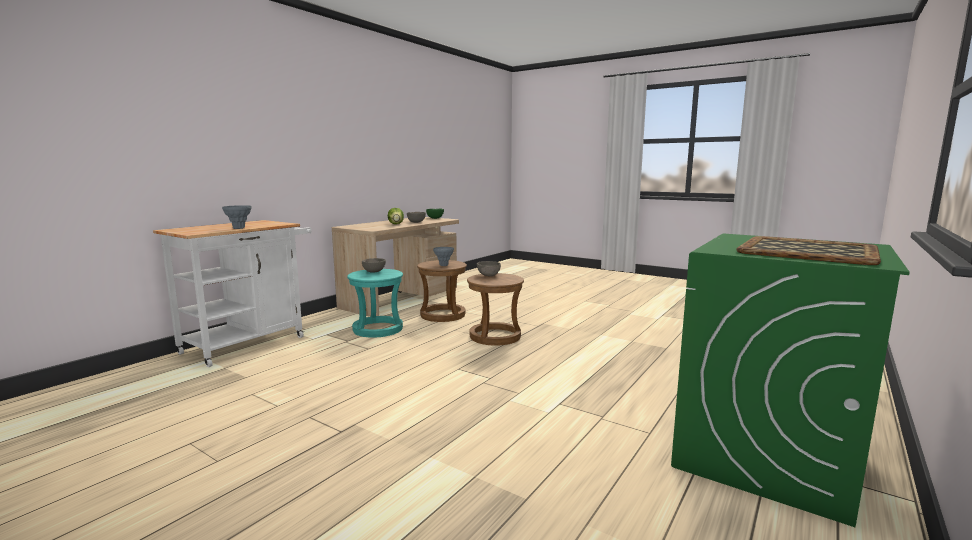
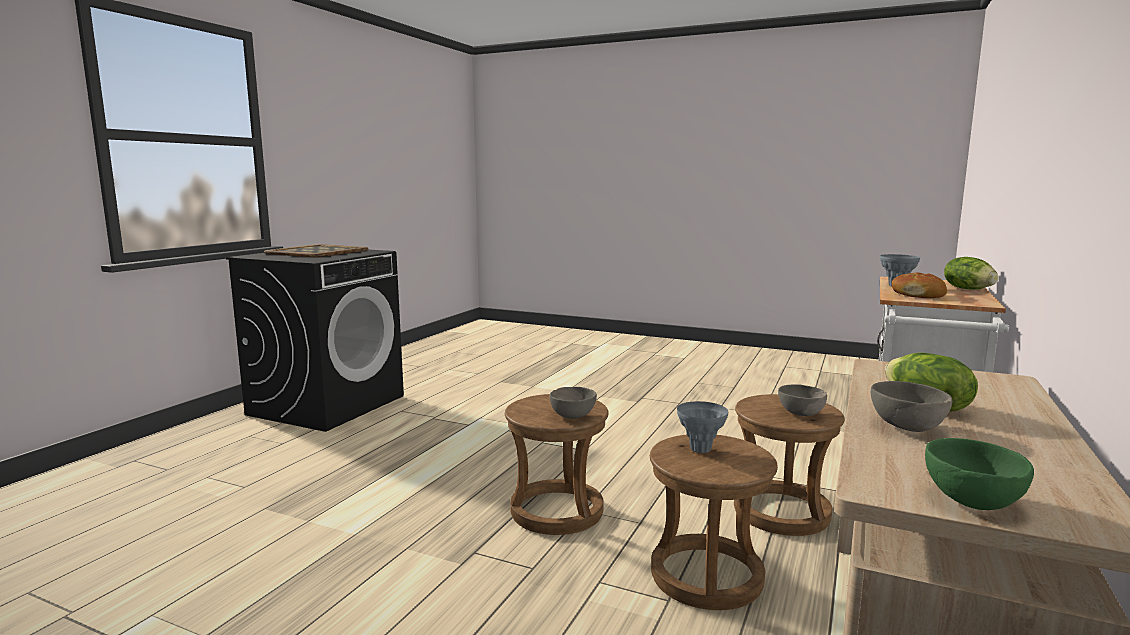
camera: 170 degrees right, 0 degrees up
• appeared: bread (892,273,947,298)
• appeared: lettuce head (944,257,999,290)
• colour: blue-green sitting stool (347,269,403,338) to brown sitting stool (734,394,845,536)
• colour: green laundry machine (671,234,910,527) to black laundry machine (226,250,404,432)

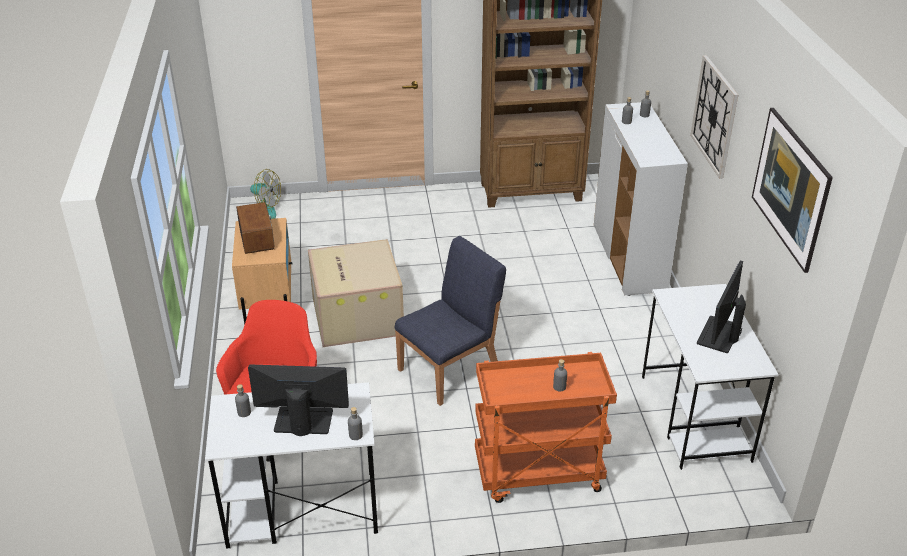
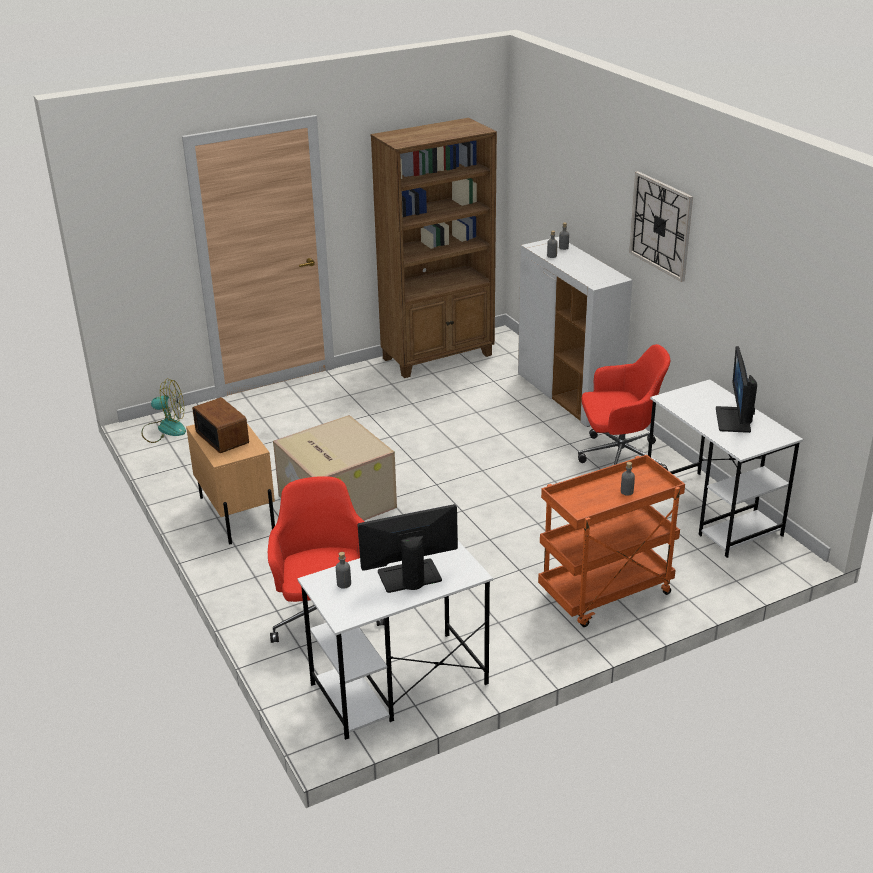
camera: 20 degrees left, 5 degrees down
• missing: grey bottle (348,407,363,440)
• missing: blue-coloured upright chair (395,236,506,406)
• missing: picture (752,108,833,273)
• appeared: red computer chair (578,344,670,470)

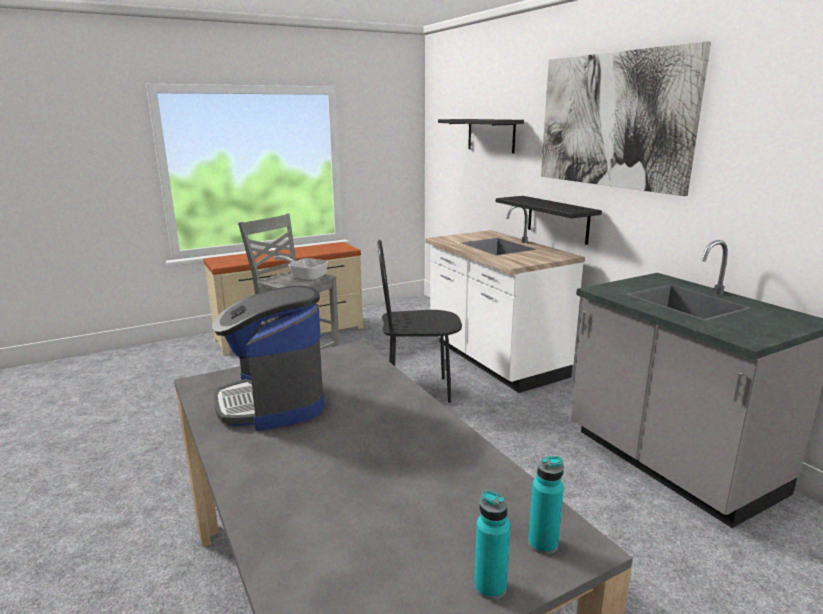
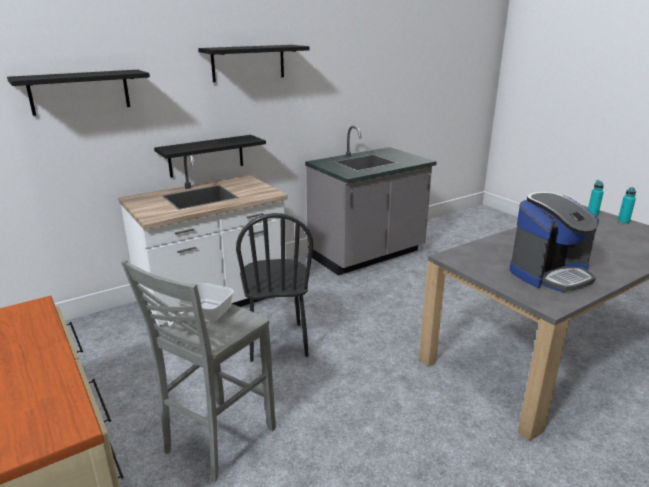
camera: 95 degrees left, 5 degrees up
• exchanged: picture (541,41,711,196) to black bracket shelf (198,45,310,82)

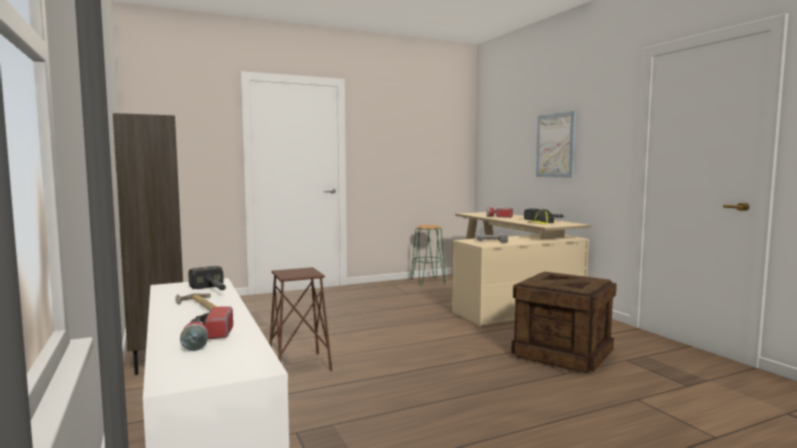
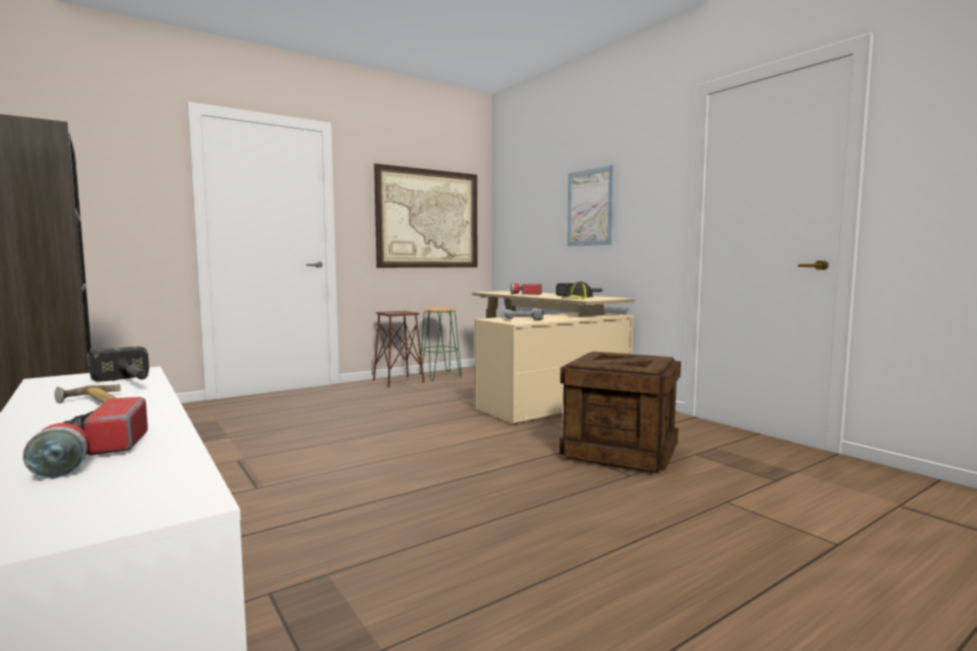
camera: 10 degrees left, 0 degrees up
• appeared: picture (374,164,477,268)
• relocated: brown sitting stool (270,267,332,371) to (373,311,425,388)

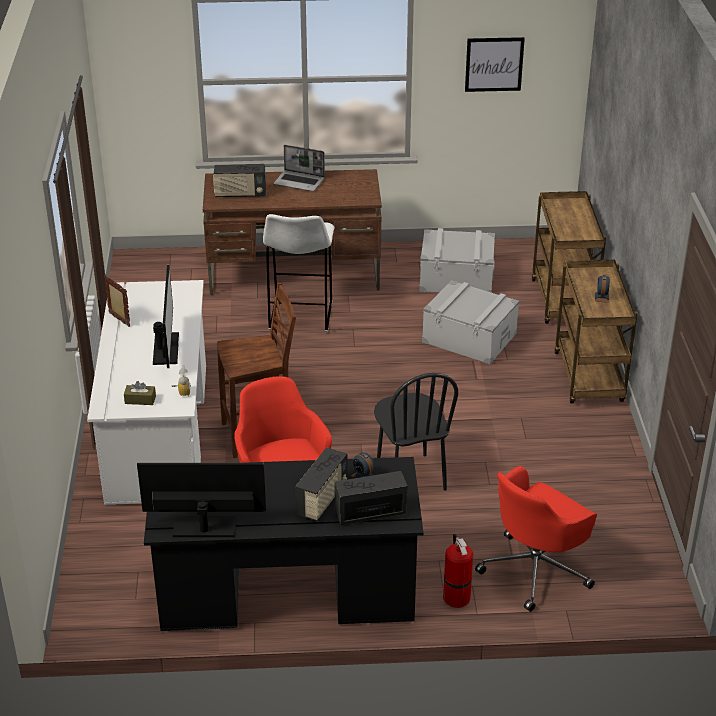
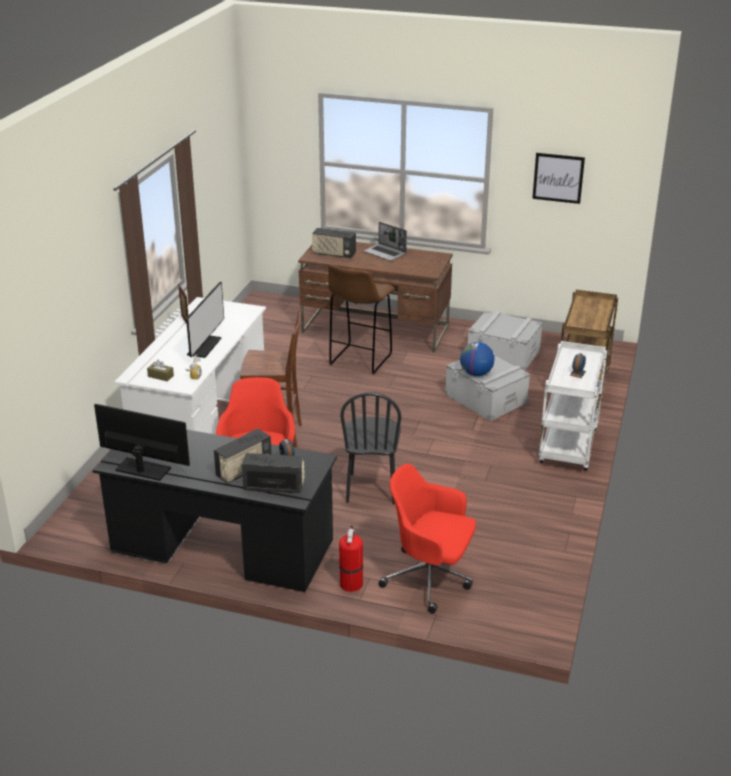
camera: 20 degrees right, 5 degrees down
• appeared: globe (460,342,494,376)
• colour: whitish sitting stool (263,214,335,333) to brown sitting stool (328,264,395,375)
• colour: brown trolley (554,260,638,403) to whitish trolley (539,341,607,470)
• spun: red computer chair (475,466,597,612) = (378,464,476,614) 45 degrees clockwise

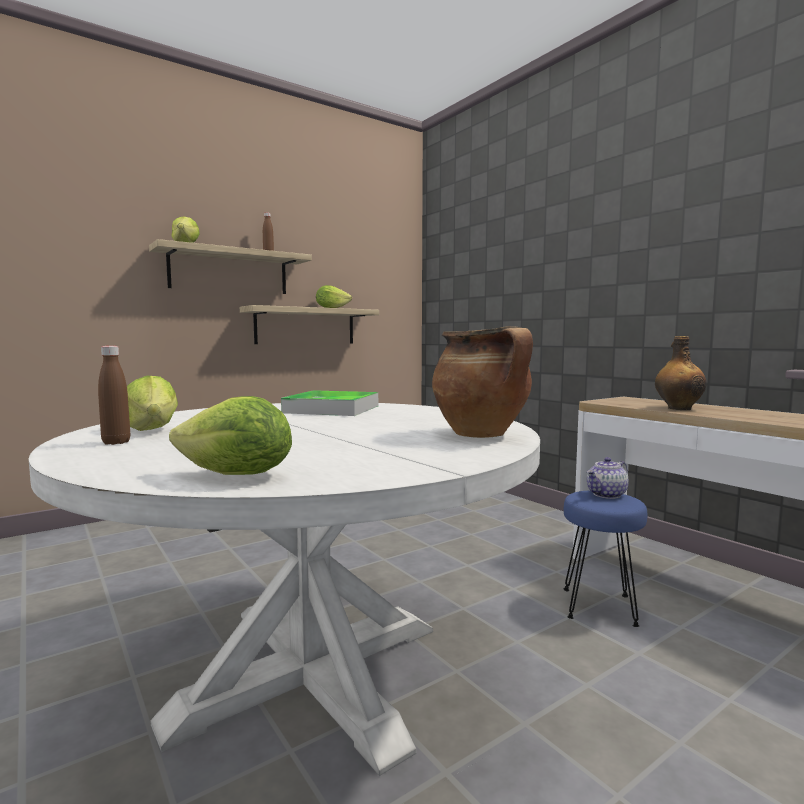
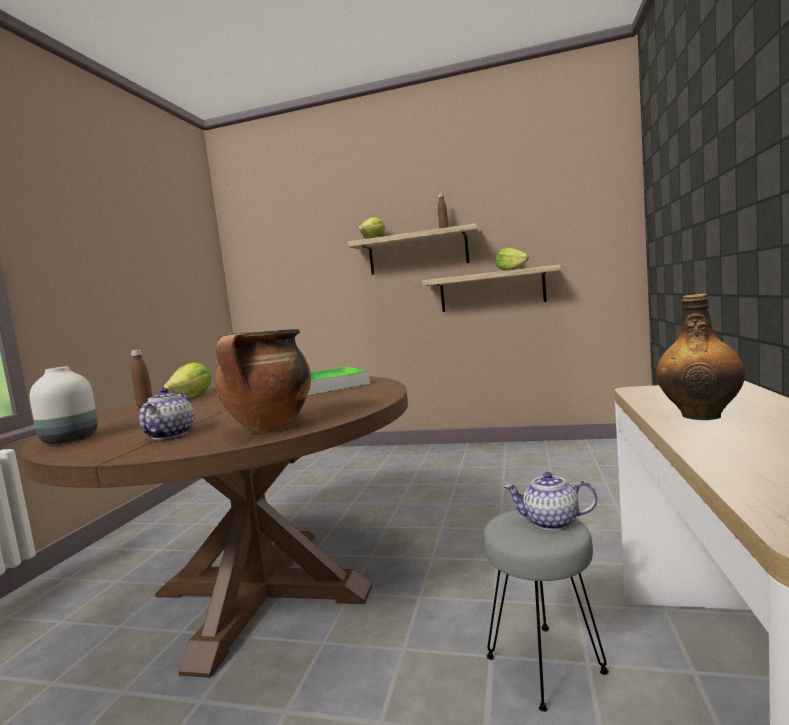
camera: 50 degrees right, 0 degrees up
• appeared: pot for tea (139,388,194,440)
• exchanged: lettuce head (169,396,292,475) to whitish vase (30,366,98,444)
• colour: whitish dinner table (29,403,540,776) to brown dinner table (19,376,408,678)
• colour: blue-coloured sitting stool (564,490,647,627) to grey sitting stool (484,510,609,712)

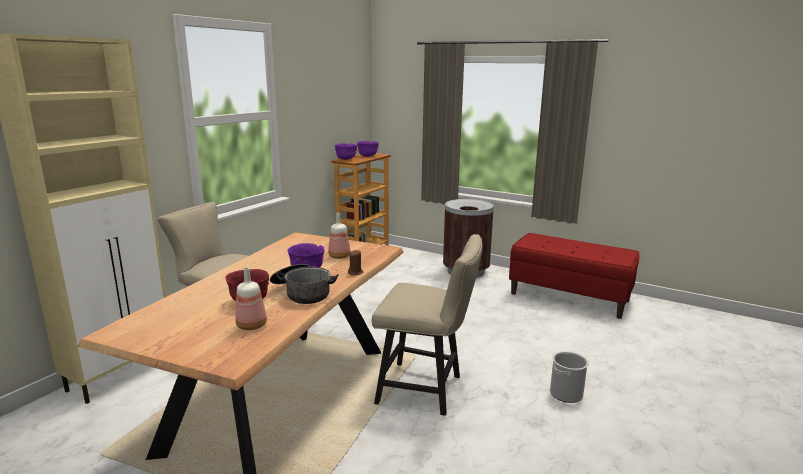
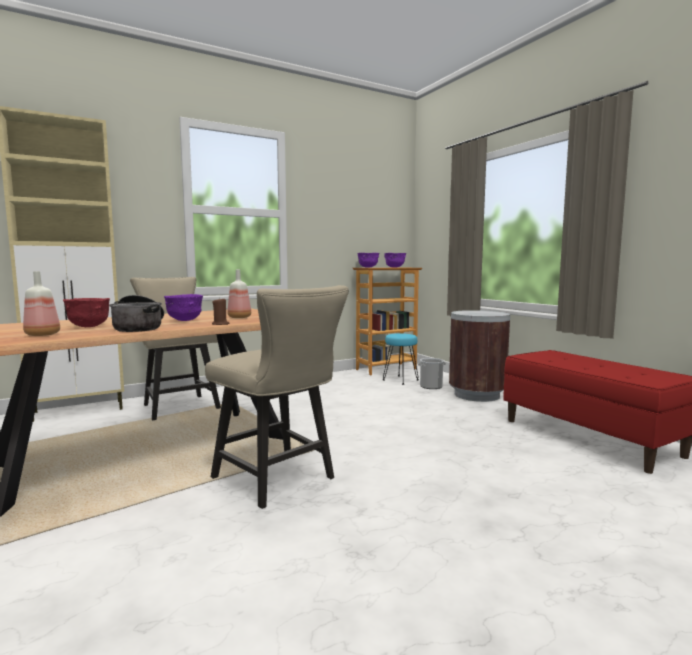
camera: 30 degrees right, 10 degrees down
• appeared: blue-green sitting stool (383,333,418,385)
• relocated: pail (550,351,589,403) to (418,358,446,389)

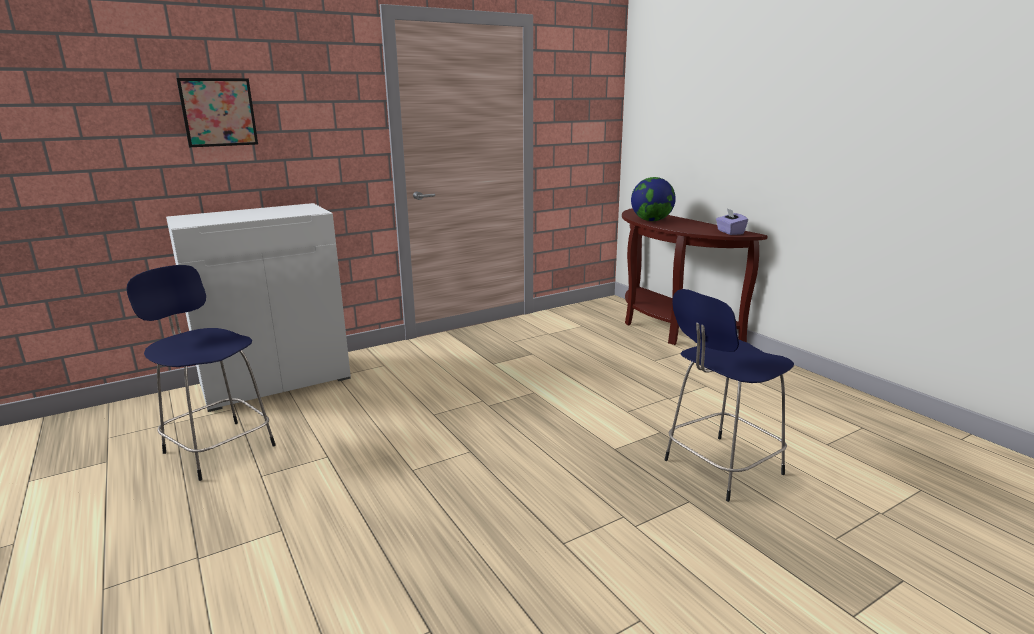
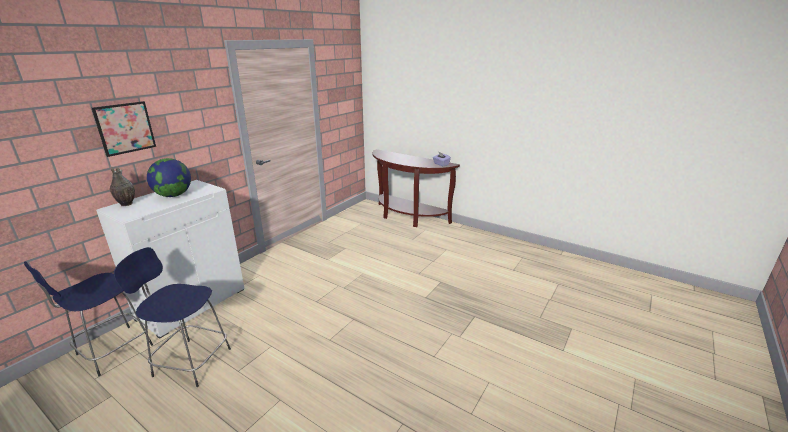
camera: 25 degrees left, 5 degrees up
• appeared: vase (110,166,135,206)
• relocated: globe (631,177,676,221) to (147,158,191,197)
• relocated: blue-coloured sitting stool (665,289,794,502) to (24,261,153,376)

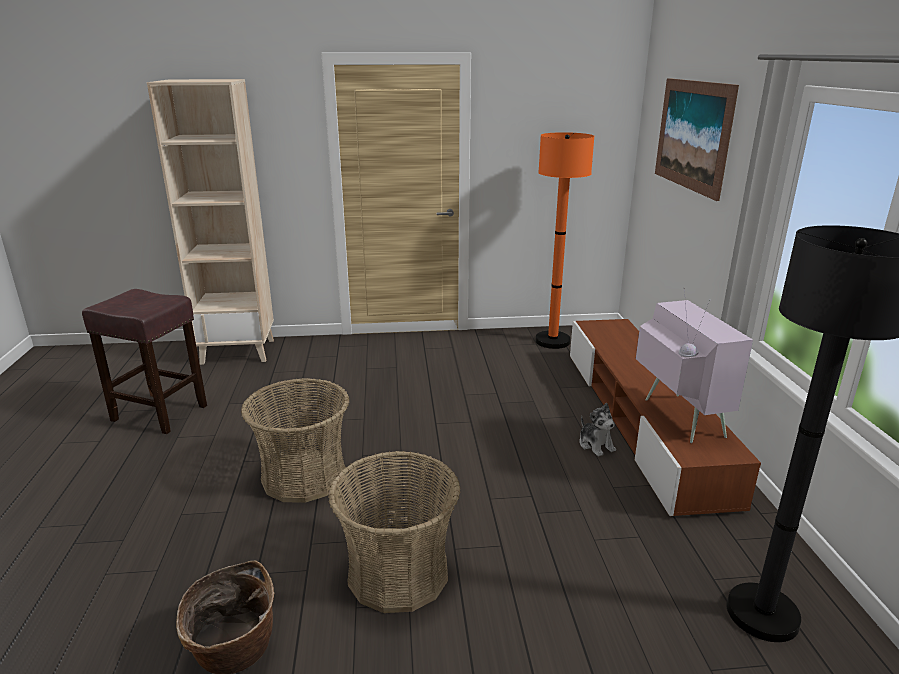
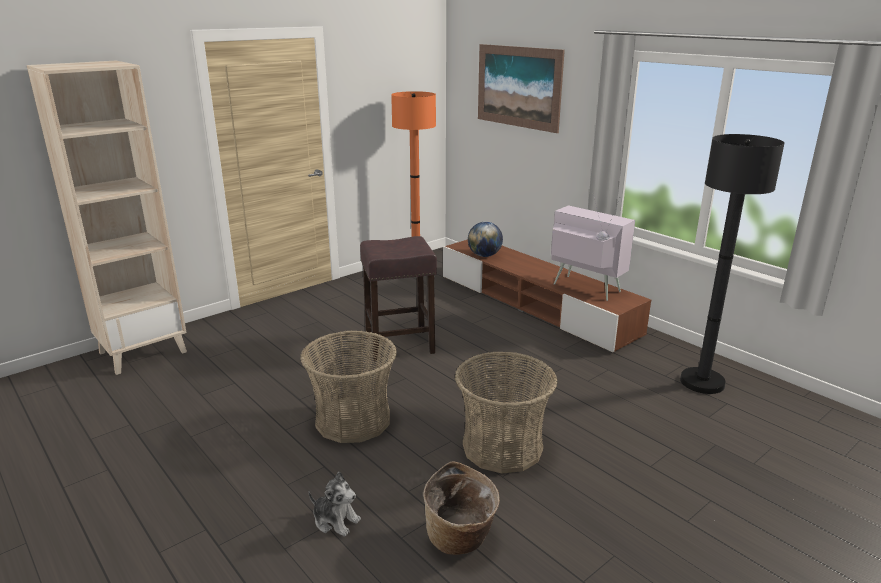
camera: 35 degrees left, 0 degrees up
• appeared: globe (468,222,503,257)
• relocated: brown sitting stool (82,289,207,434) to (360,236,437,361)
• relocated: plush toy (579,403,616,456) to (308,471,361,537)

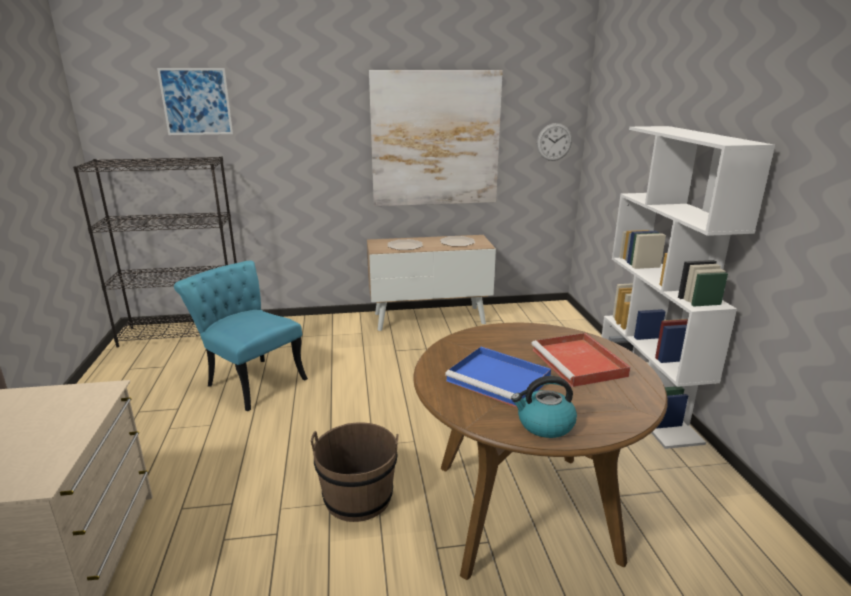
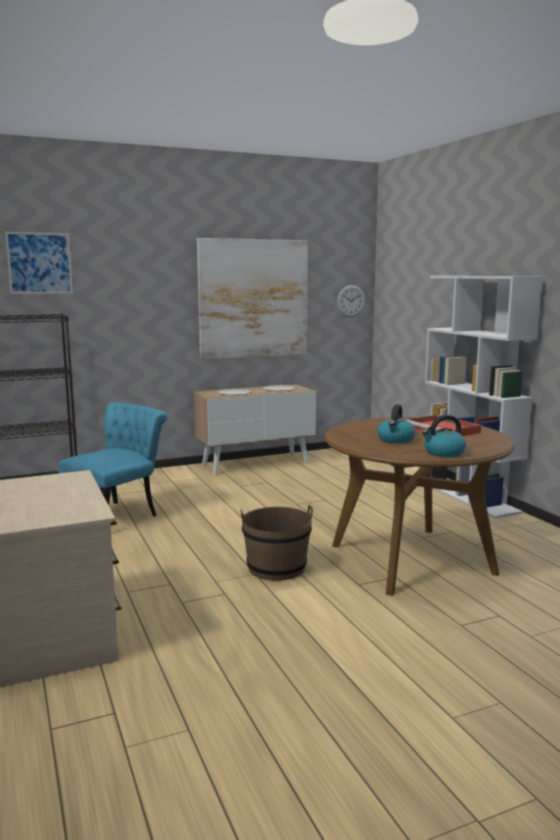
camera: 15 degrees left, 10 degrees down
• exchanged: blue-coloured carrying tray (445,347,551,408) to kettle (377,404,415,443)
• spun: blue-green upright chair (174,261,308,411) = (58,402,168,516) 105 degrees clockwise

